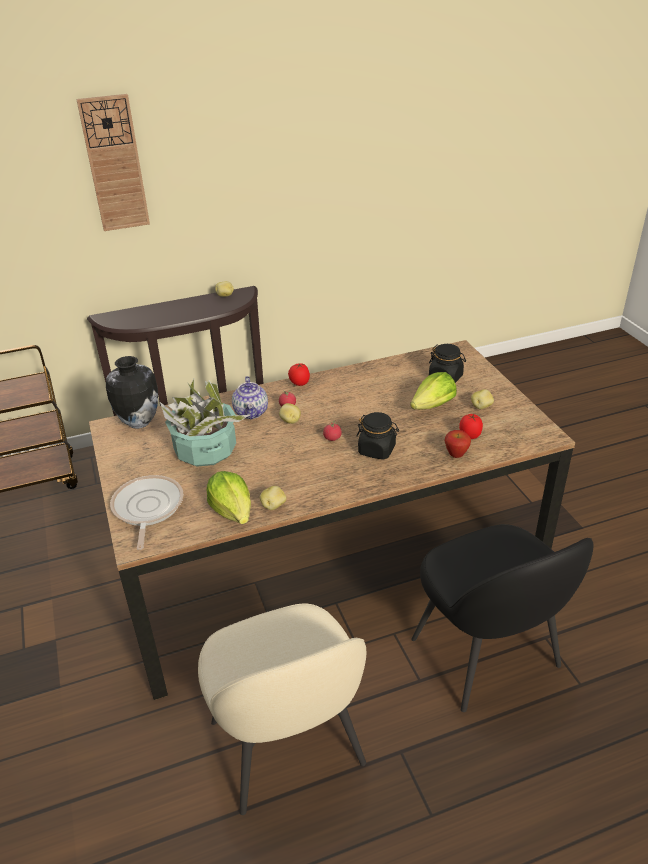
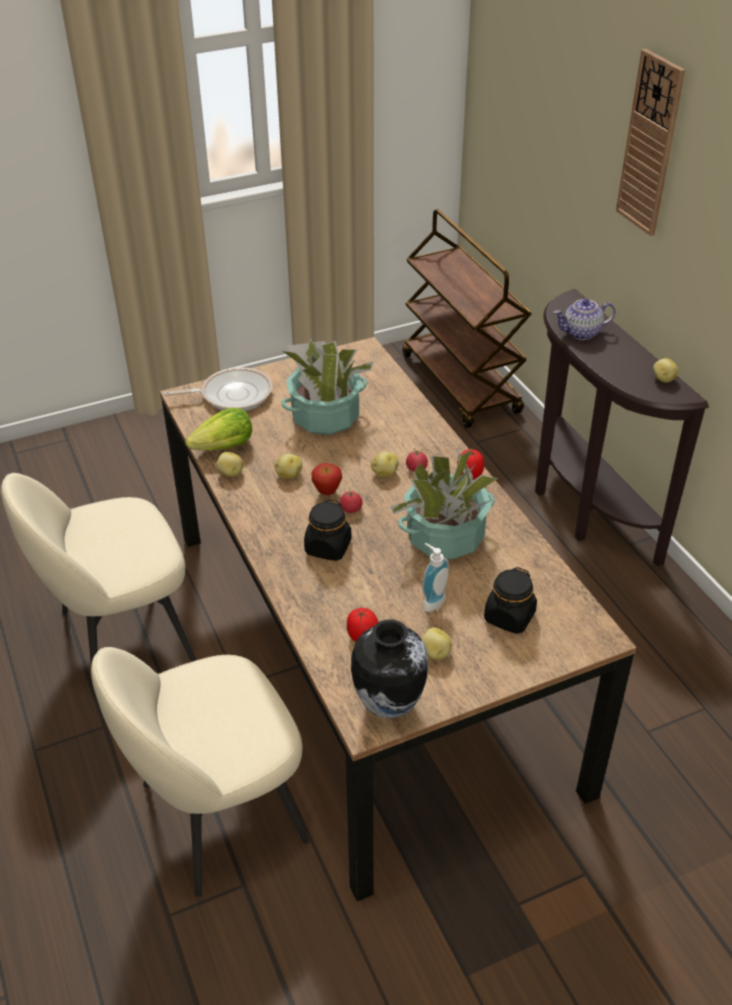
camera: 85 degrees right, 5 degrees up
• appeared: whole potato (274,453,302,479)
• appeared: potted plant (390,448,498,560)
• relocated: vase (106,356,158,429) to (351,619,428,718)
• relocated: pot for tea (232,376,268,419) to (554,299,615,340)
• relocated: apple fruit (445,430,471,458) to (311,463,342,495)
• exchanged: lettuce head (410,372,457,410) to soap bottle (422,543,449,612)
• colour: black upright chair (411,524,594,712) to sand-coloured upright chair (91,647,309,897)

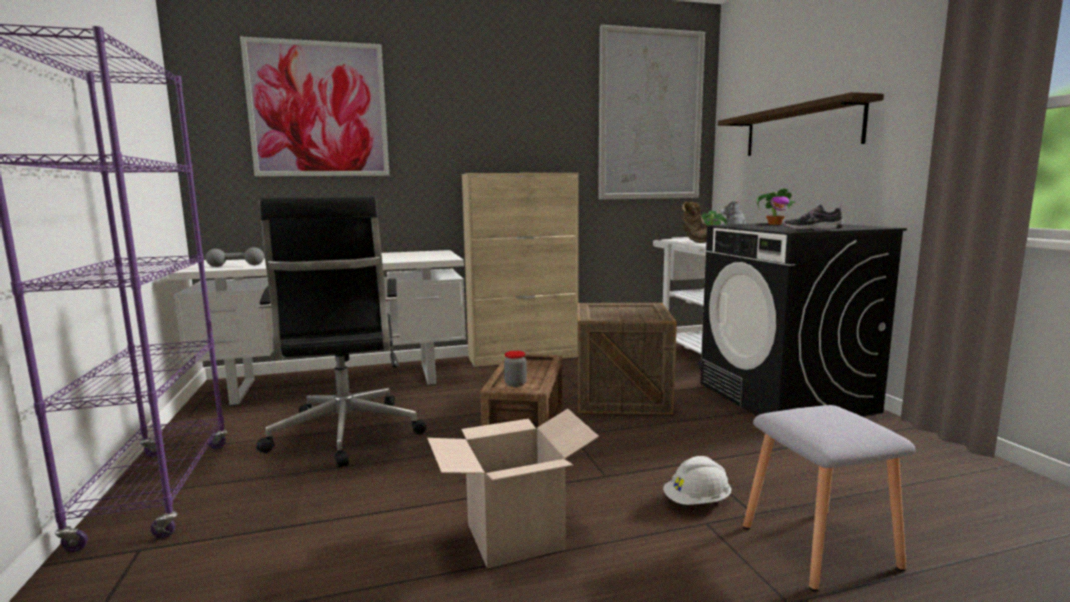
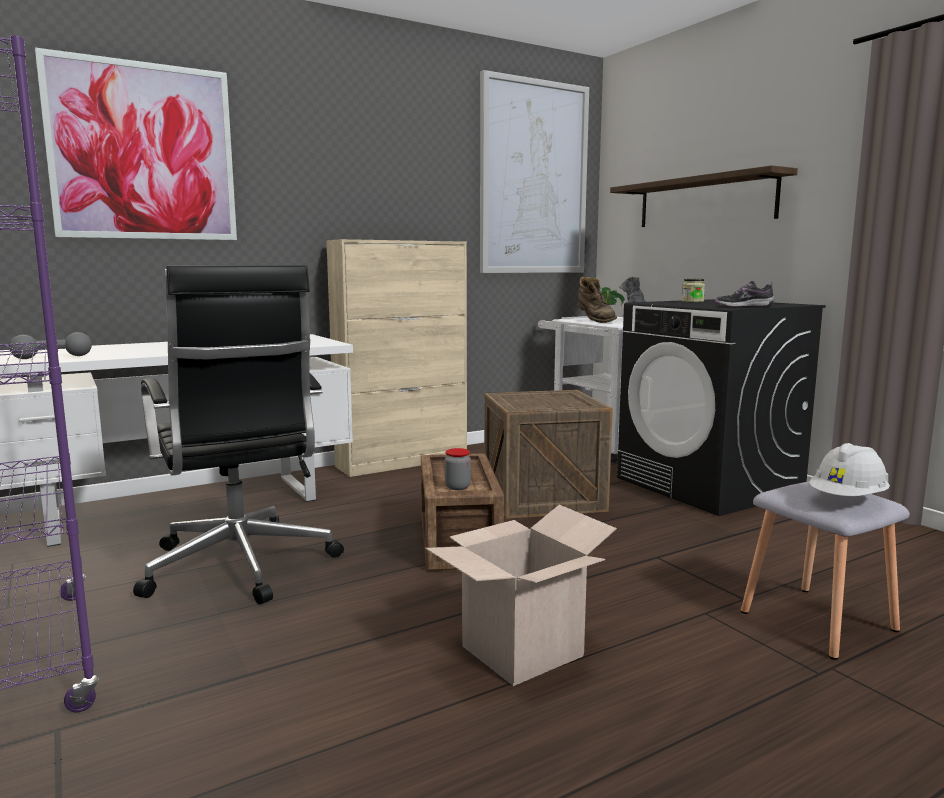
camera: 15 degrees left, 0 degrees up
• relocated: whitish work helmet (663,456,731,505) to (809,443,890,496)
• exchanged: potted plant (756,188,796,225) to preserve jar (682,279,705,302)

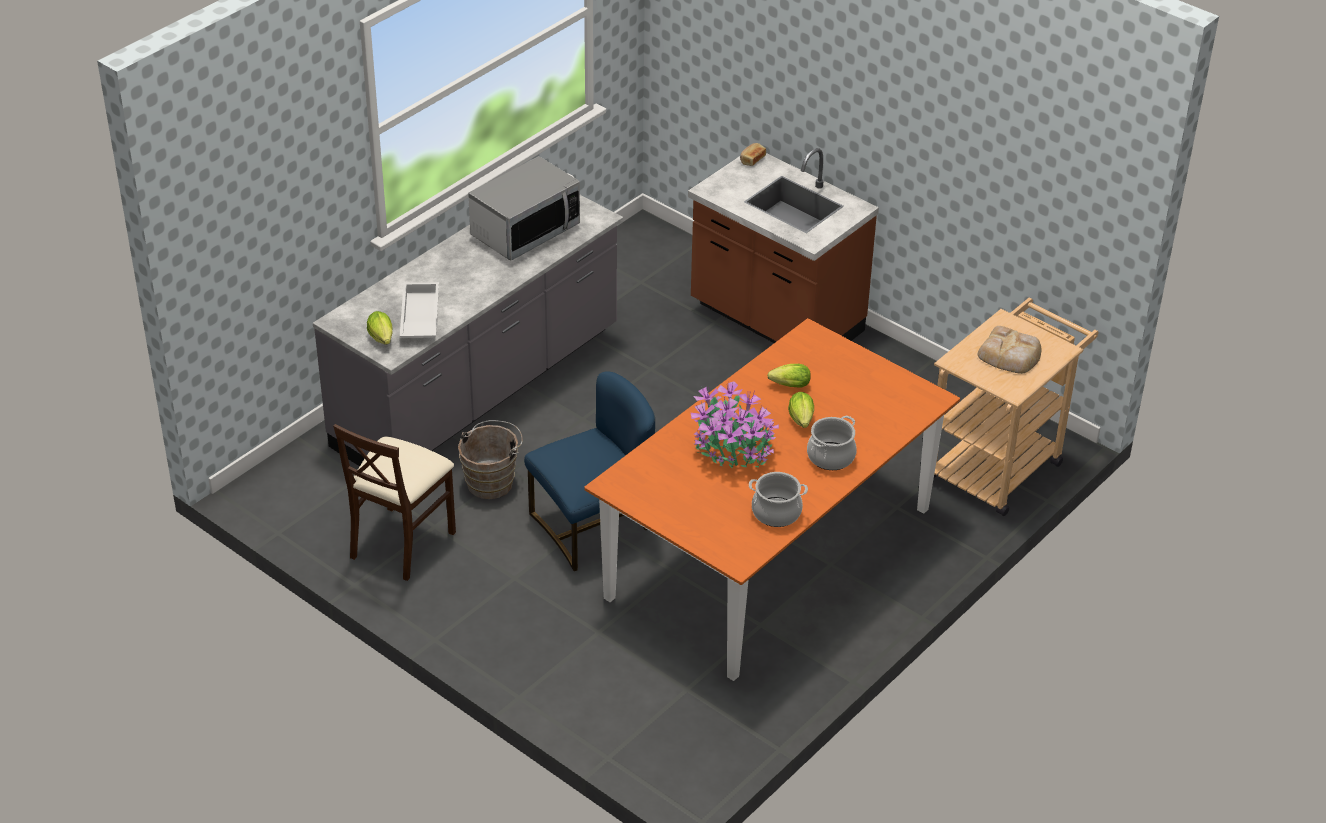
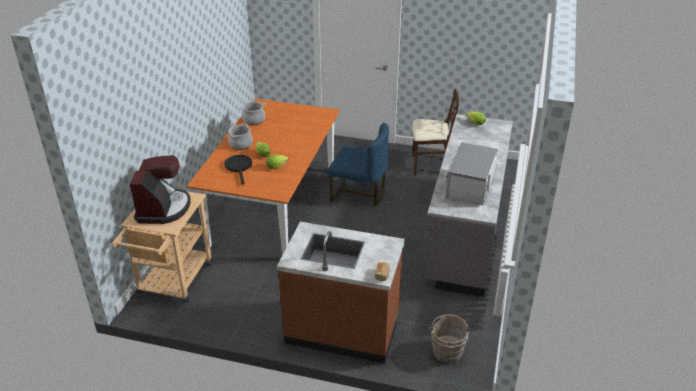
camera: 155 degrees right, 5 degrees down
• missing: whitish carrying tray (400,282,439,338)
• missing: potted plant (691,380,779,468)
• appeared: black pan (224,155,252,185)
• relocated: brown pail (458,420,523,499) to (429,314,471,363)
• exchanged: bread (978,326,1042,374) to coffee brewer (130,155,191,224)
• spun: sand-coloured upright chair (333,424,456,581) = (412,88,459,176) 90 degrees clockwise
• spun: blue-coloured upright chair (524,371,655,571) = (328,123,389,207) 105 degrees counterclockwise

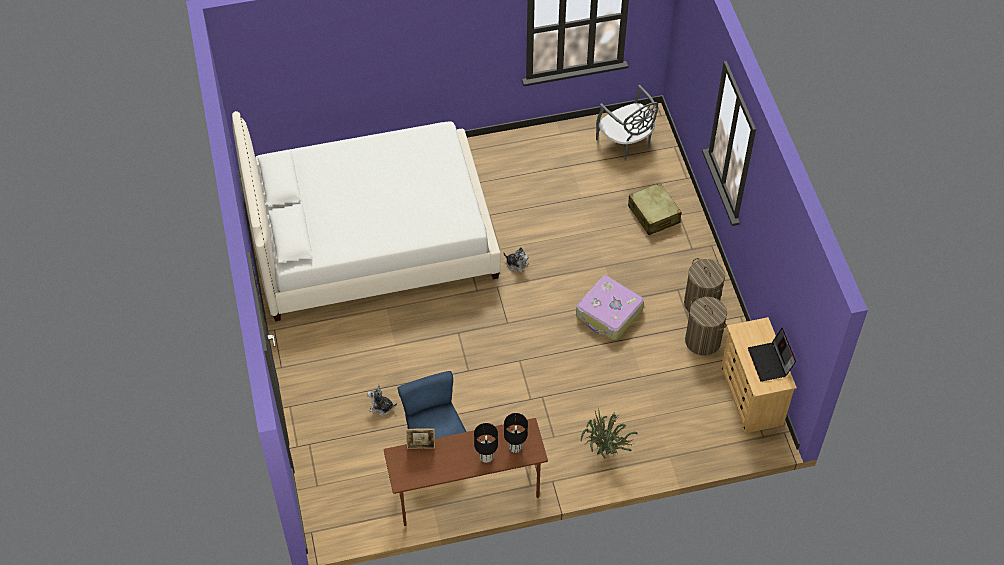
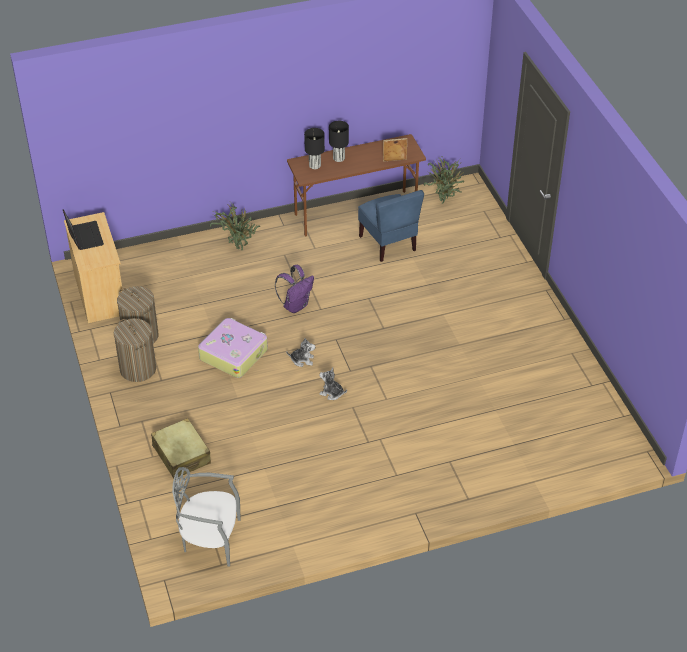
camera: 175 degrees right, 10 degrees down
• missing: whitish bedroom bed (232,111,501,321)
• appeared: purple-coloured rucksack (275,265,314,313)
• appeared: potted plant (424,155,464,204)
• relocated: plush toy (367,385,397,416) to (286,338,315,367)
• spun: grey upright chair (596,85,658,161) = (172,467,241,567) 45 degrees counterclockwise

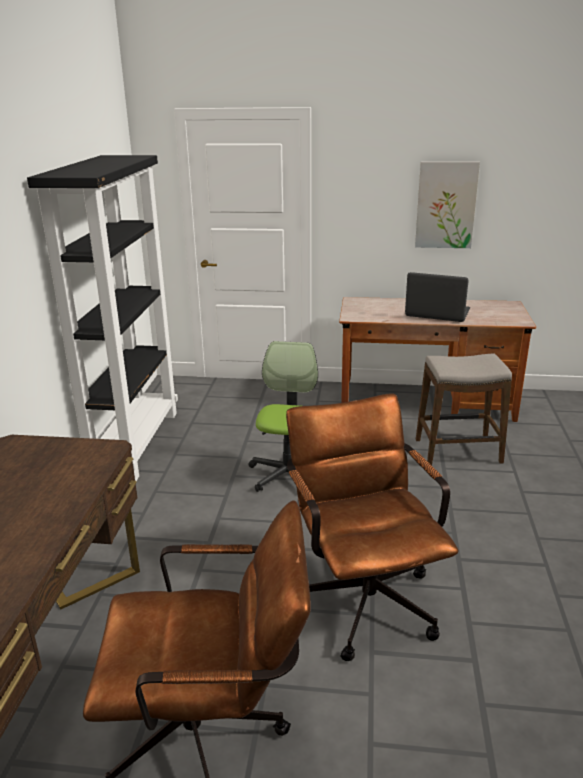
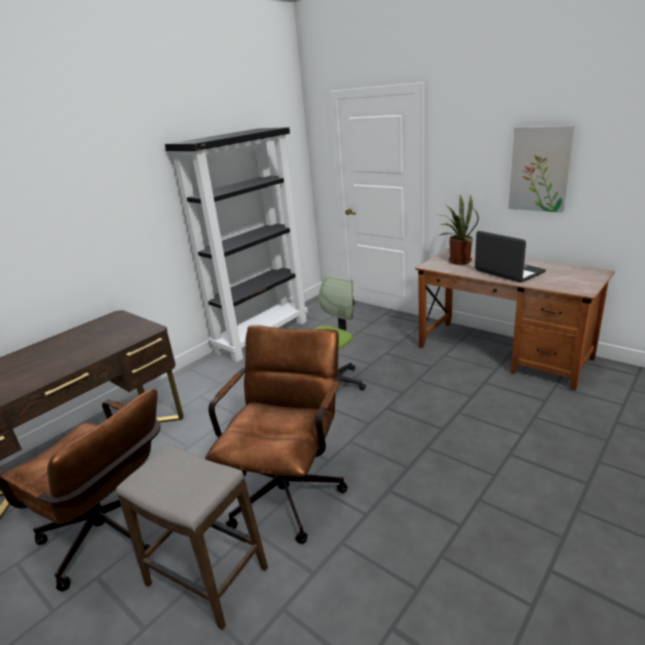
camera: 35 degrees right, 0 degrees up
• appeared: potted plant (439,195,479,265)
• relocated: sitting stool (416,354,512,465) to (116,444,268,630)

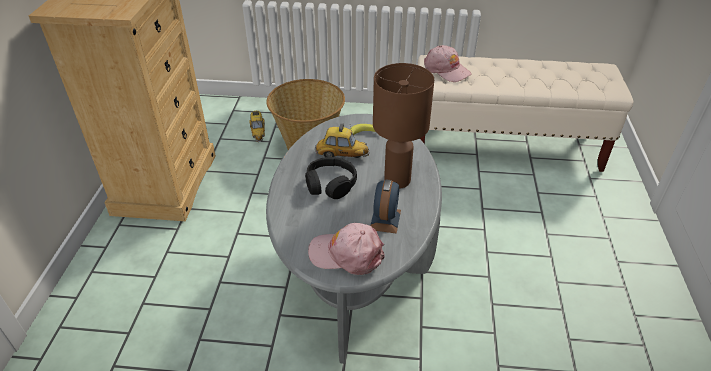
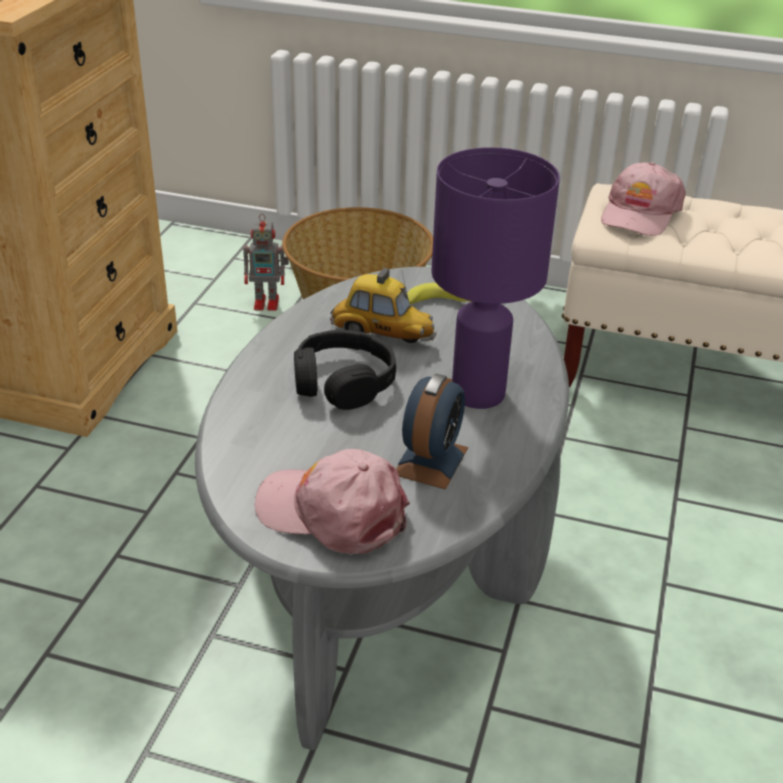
camera: 10 degrees right, 5 degrees down
• exchanged: toy car (249,111,265,142) to toy robot (243,214,289,311)
• colour: brown tabletop lamp (373,63,434,189) to purple-coloured tabletop lamp (431,147,560,409)
• spun: pink-coloured peaked cap (424,45,472,82) = (601,162,686,236) 60 degrees clockwise

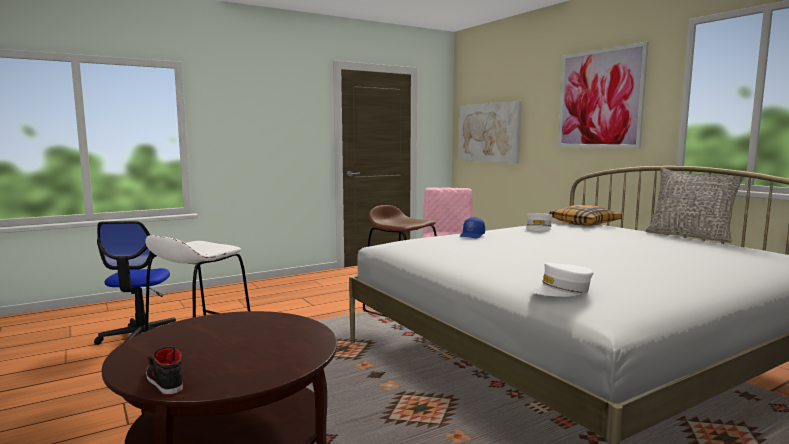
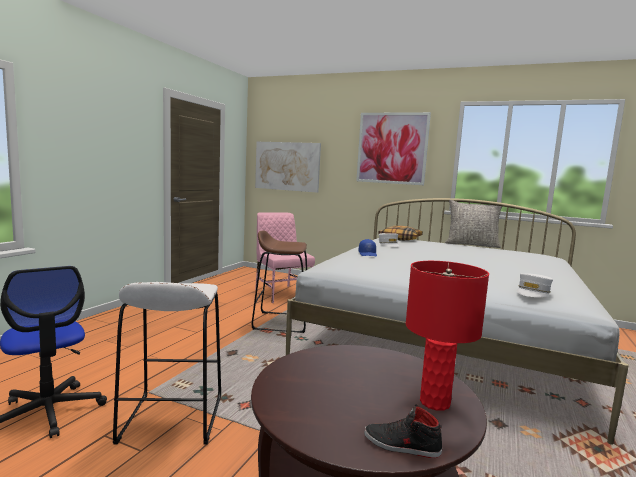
camera: 35 degrees left, 0 degrees up
• appeared: red tabletop lamp (406,261,489,411)

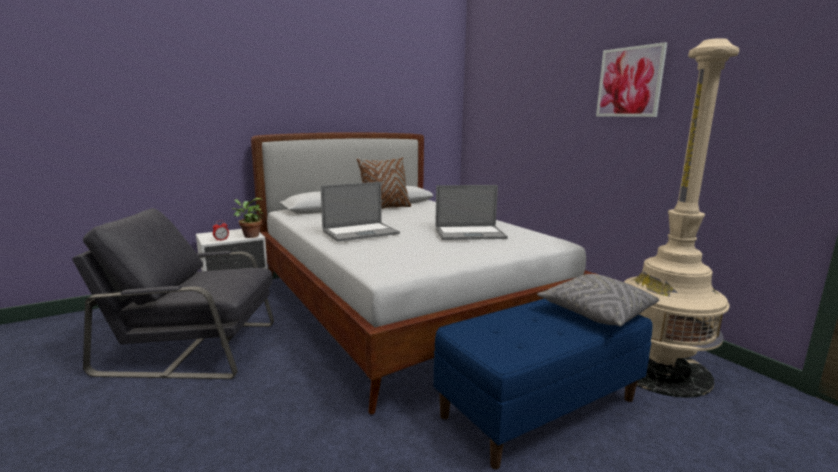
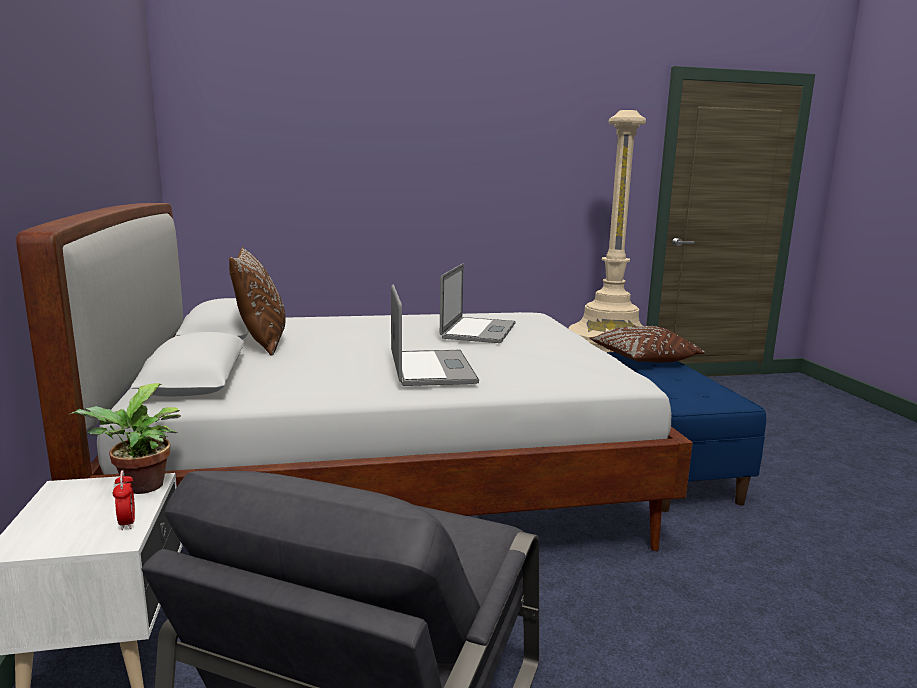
camera: 70 degrees left, 0 degrees up
• missing: picture (596,42,667,117)
• colour: grey cushion (537,274,659,326) to brown cushion (589,326,705,363)

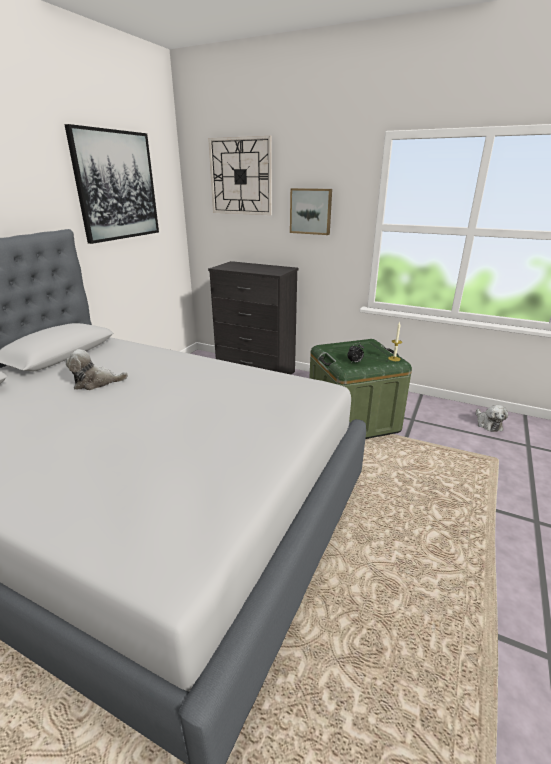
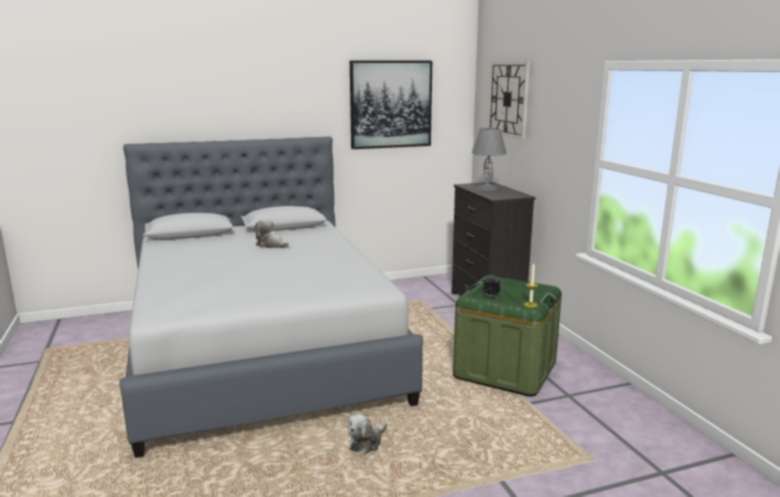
camera: 45 degrees right, 10 degrees down
• missing: picture (290,188,332,235)
• appeared: grey tabletop lamp (472,128,507,191)
• relocated: plush toy (476,405,508,432) to (347,414,387,455)

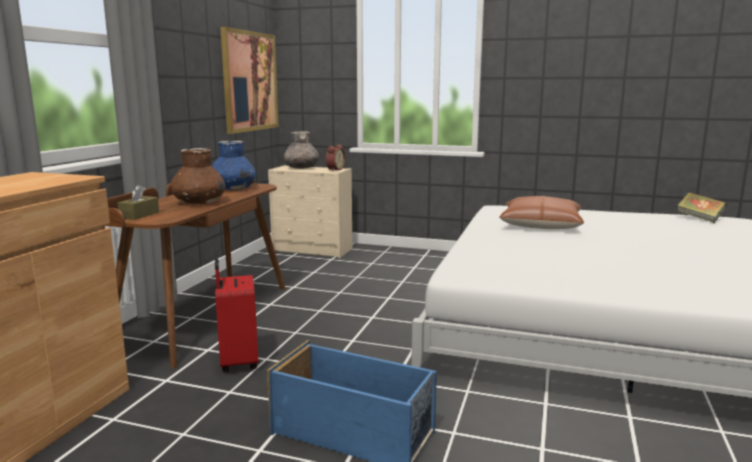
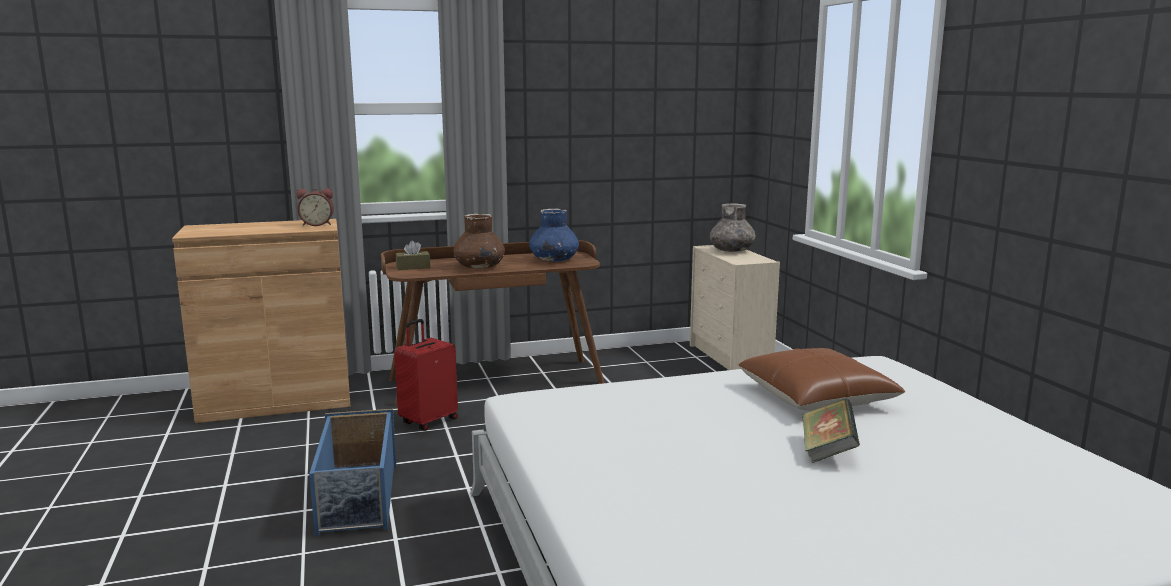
camera: 55 degrees right, 0 degrees up
• missing: picture (220,27,279,134)
• relocated: alarm clock (326,144,345,171) to (296,188,334,226)
• relocated: volume (676,192,727,223) to (802,398,860,463)

